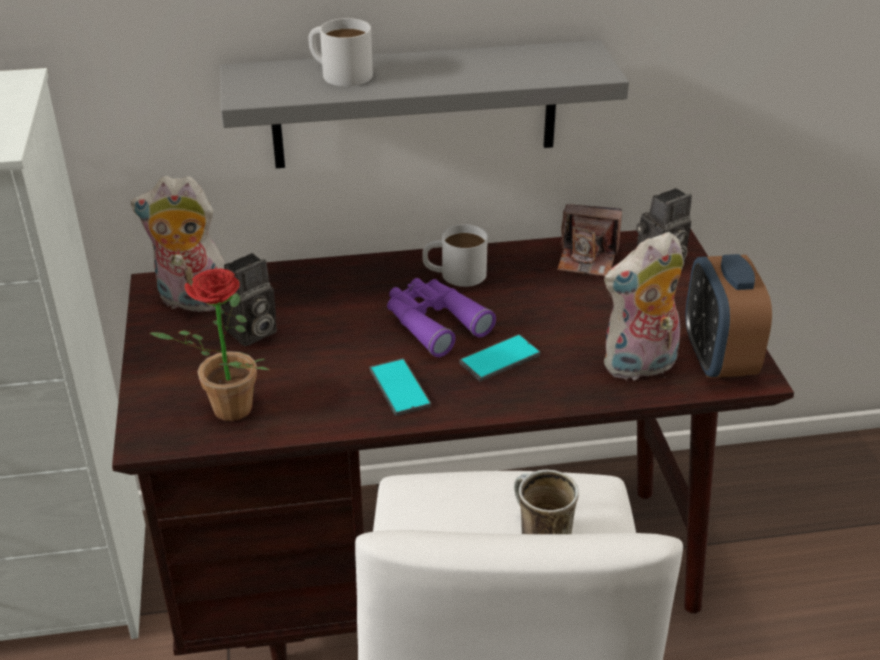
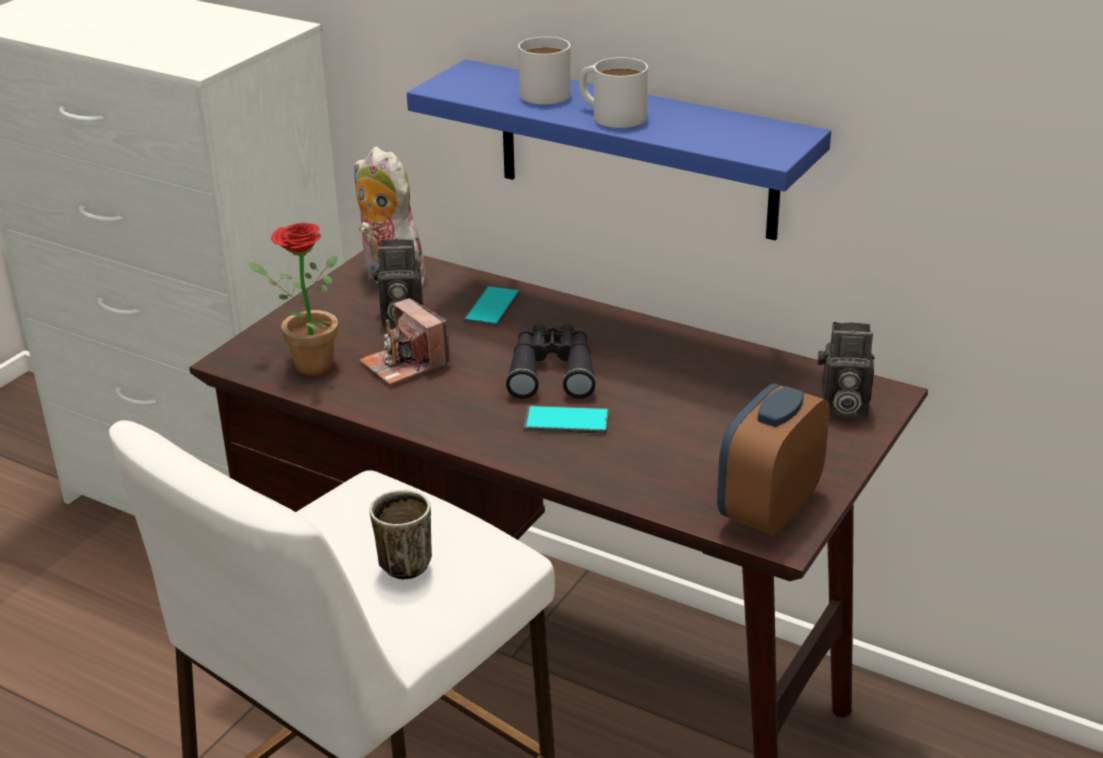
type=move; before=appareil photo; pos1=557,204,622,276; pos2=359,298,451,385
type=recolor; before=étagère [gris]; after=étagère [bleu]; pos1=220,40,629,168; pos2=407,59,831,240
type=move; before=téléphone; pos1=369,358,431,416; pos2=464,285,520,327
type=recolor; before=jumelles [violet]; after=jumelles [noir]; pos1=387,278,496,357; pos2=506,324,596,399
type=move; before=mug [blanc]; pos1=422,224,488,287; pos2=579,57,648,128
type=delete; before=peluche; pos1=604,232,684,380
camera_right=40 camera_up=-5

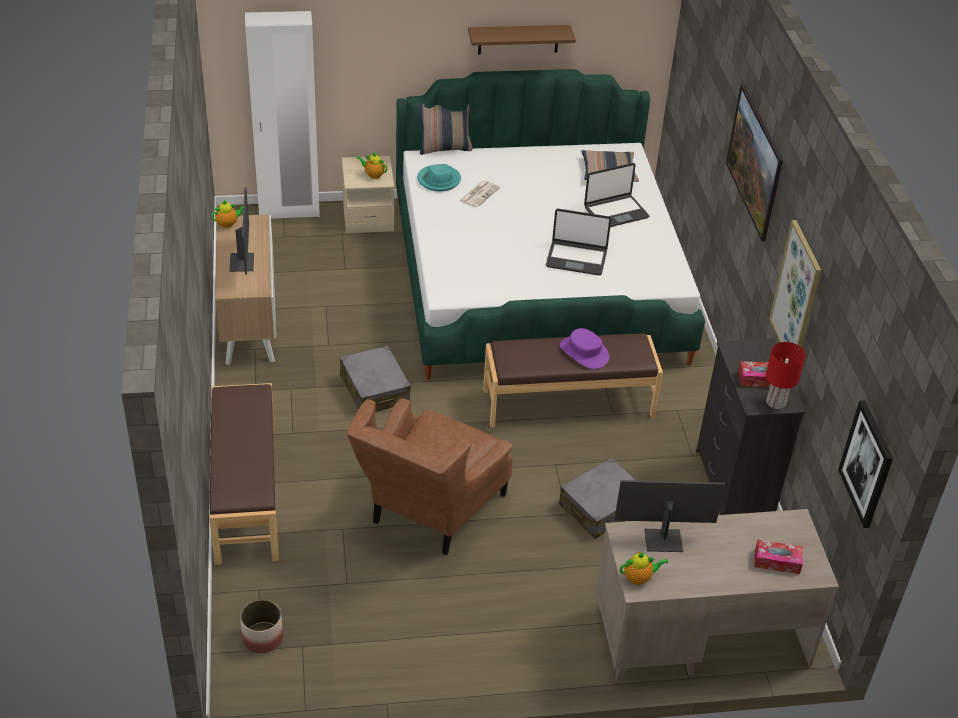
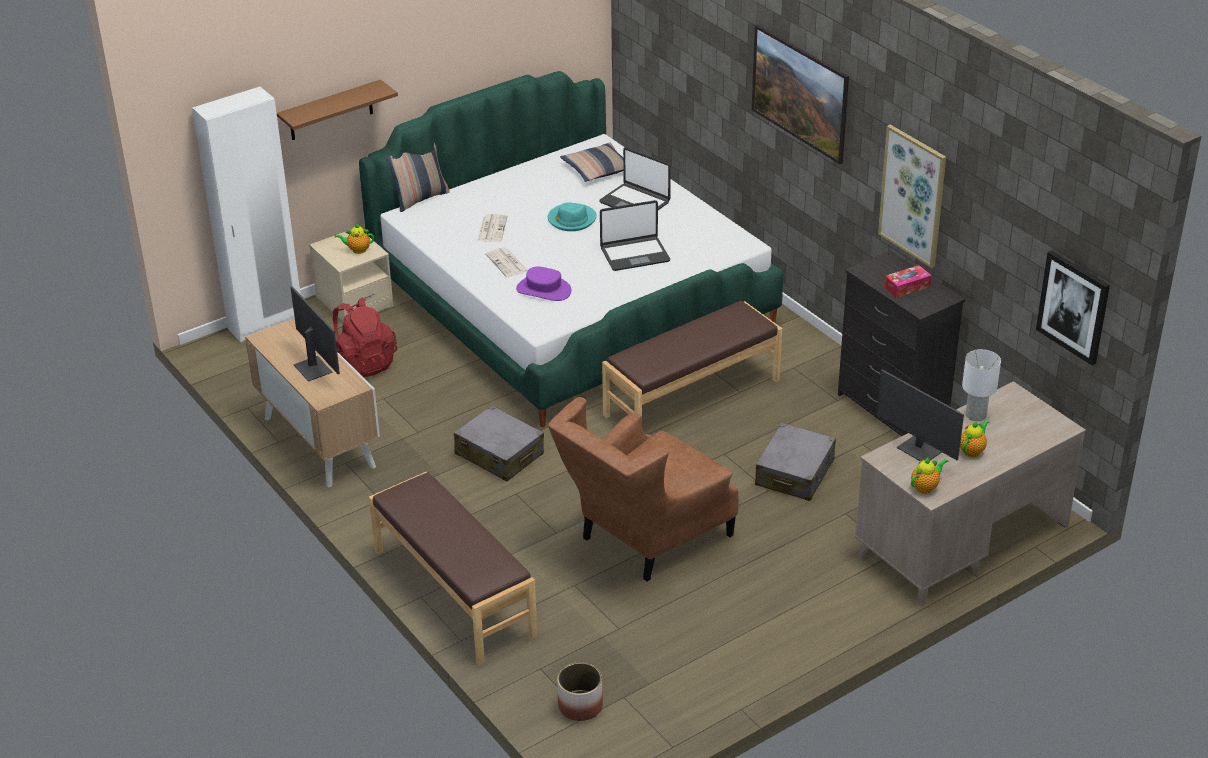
type=move; before=étagère [marron]; pos1=468,25,576,55; pos2=277,80,398,140
type=insert; after=sac à dos [rouge]; pos2=333,298,397,377
type=insert; after=journal; pos2=485,247,528,277
type=move; before=chapeau [violet]; pos1=560,328,609,369; pos2=516,267,572,301
type=move; before=chapeau [turquoise]; pos1=417,164,461,191; pos2=548,202,597,231
type=rotate; before=fauteuil [marron]; pos1=347,398,512,555; pos2=548,397,739,582; turn=45
type=rotate; before=ordinateur portable; pos1=584,163,649,227; pos2=599,148,671,210; turn=90
type=rotate; before=écran d'ordinateur; pos1=615,480,725,552; pos2=877,369,964,461; turn=-105
type=move; before=théière; pos1=211,199,244,228; pos2=960,420,989,457
type=insert; after=lampe de table [blanc]; pos2=962,349,1001,421
type=delete; before=boîte à mouchoirs; pos1=755,540,803,574
type=delete; before=lampe de table [rouge]; pos1=766,342,806,409
camera_right=-25 camera_up=-5

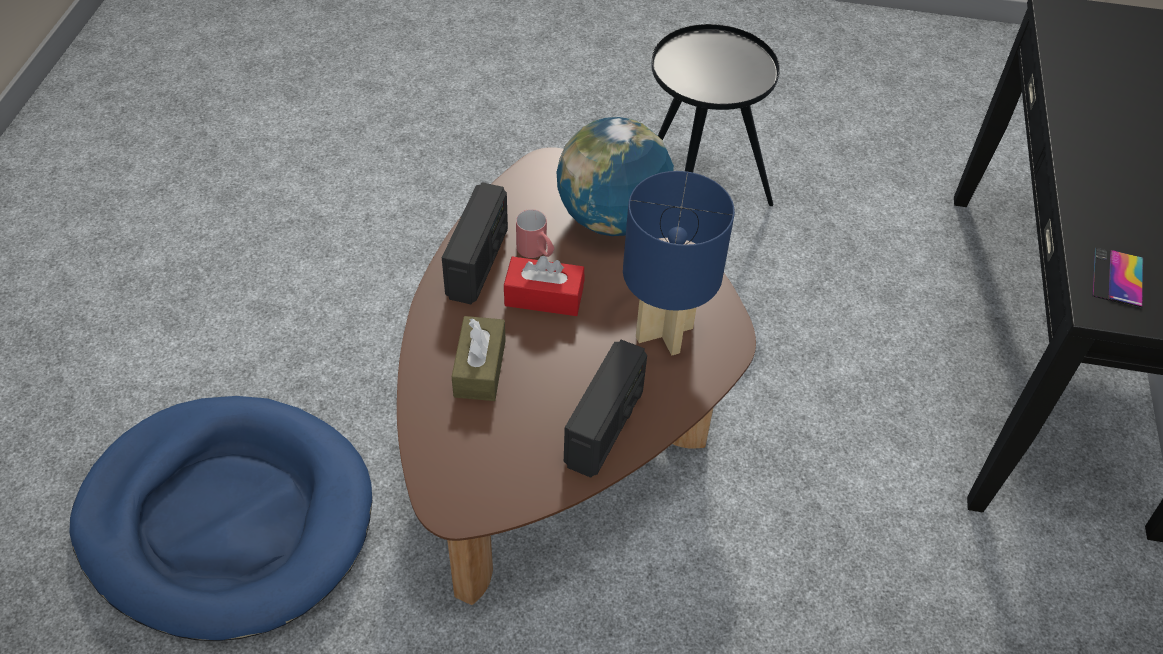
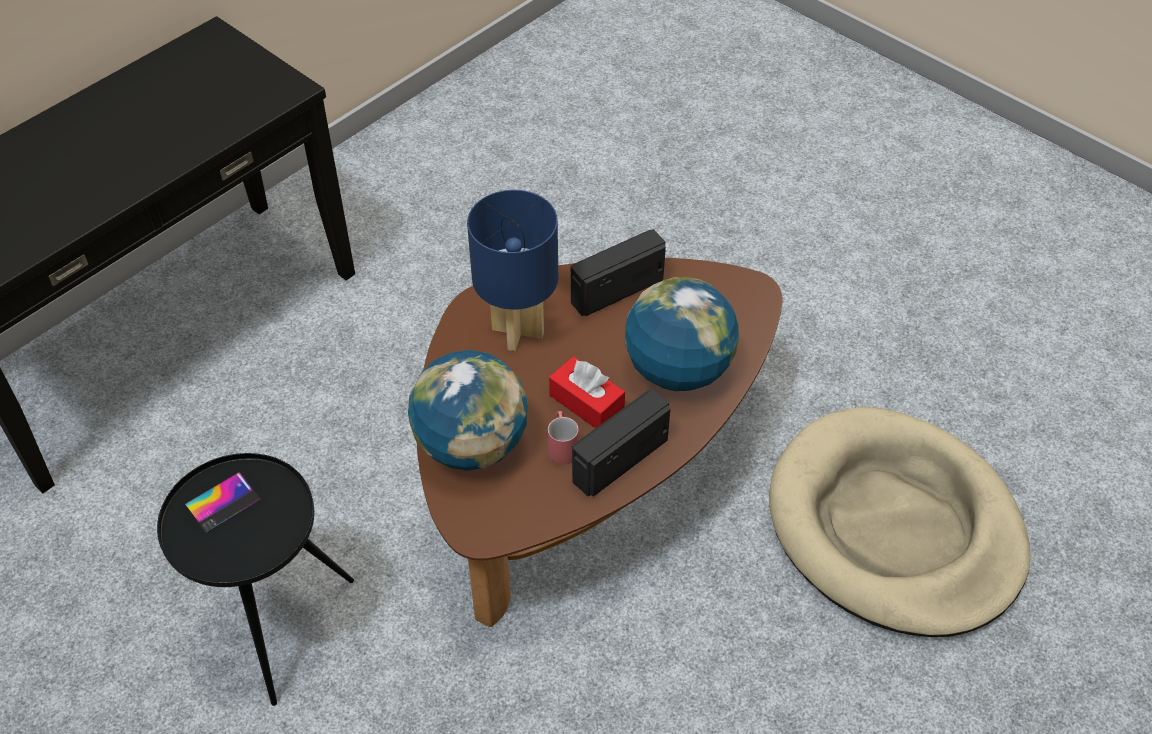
type=move; before=téléphone; pos1=1093,247,1143,308; pos2=185,472,261,533
type=replace; before=boîte à mouchoirs [marron]; after=globe; pos1=452,316,506,401; pos2=625,277,739,391
type=recolor; before=panier pour chien [bleu]; after=panier pour chien [beige]; pos1=69,396,372,641; pos2=769,407,1031,637
camera_right=-145 camera_up=0

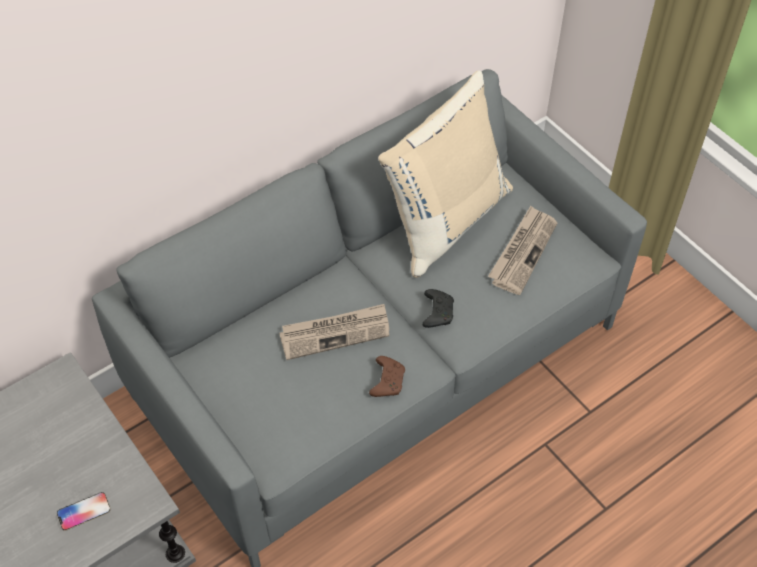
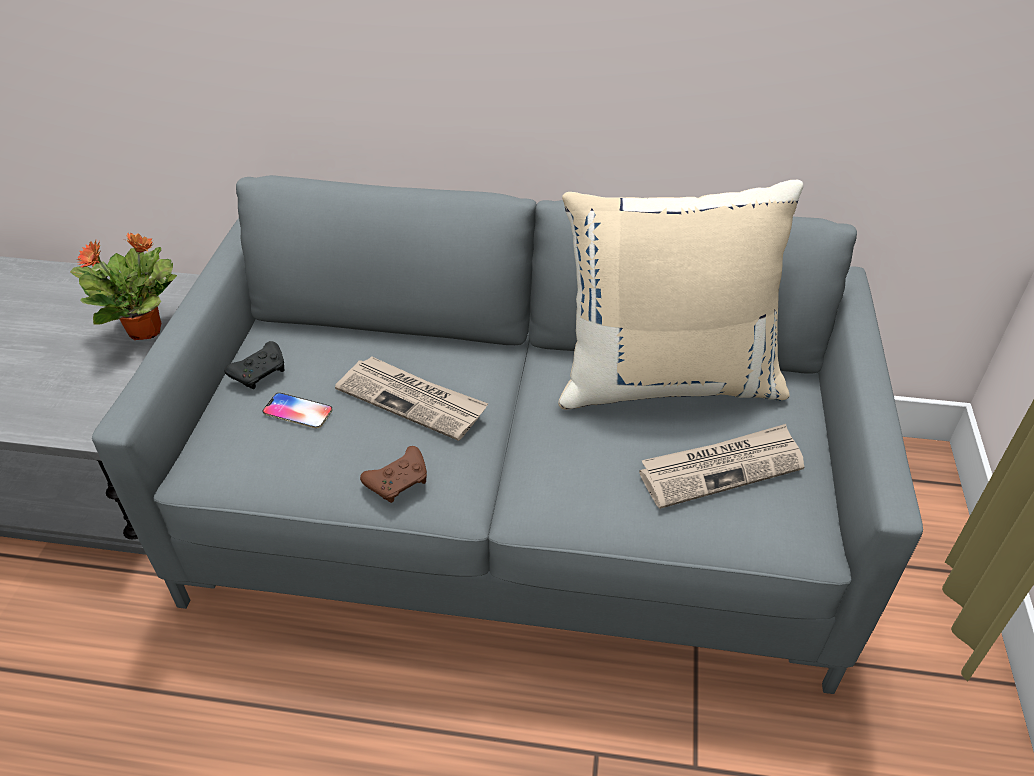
type=insert; after=plante en pot; pos2=70,232,177,340
type=move; before=manette [noir]; pos1=422,289,454,328; pos2=224,341,284,389
type=move; before=téléphone; pos1=57,492,111,531; pos2=263,393,333,428
camera_right=45 camera_up=-10

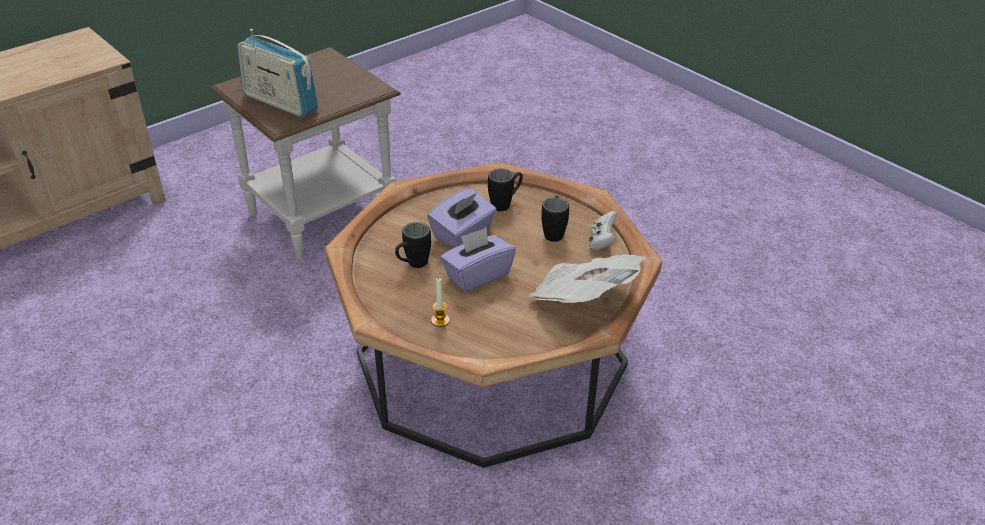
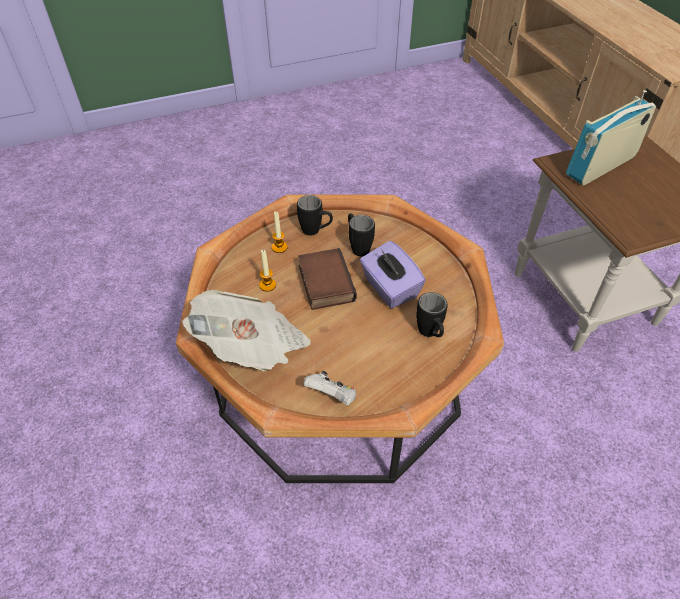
type=insert; after=bougie; pos2=259,250,276,292
type=move; before=mug [noir]; pos1=541,195,569,242; pos2=297,195,333,236
type=replace; before=boîte à mouchoirs [violet]; after=livre; pos1=440,227,516,293; pos2=298,248,357,310
camera_right=110 camera_up=10

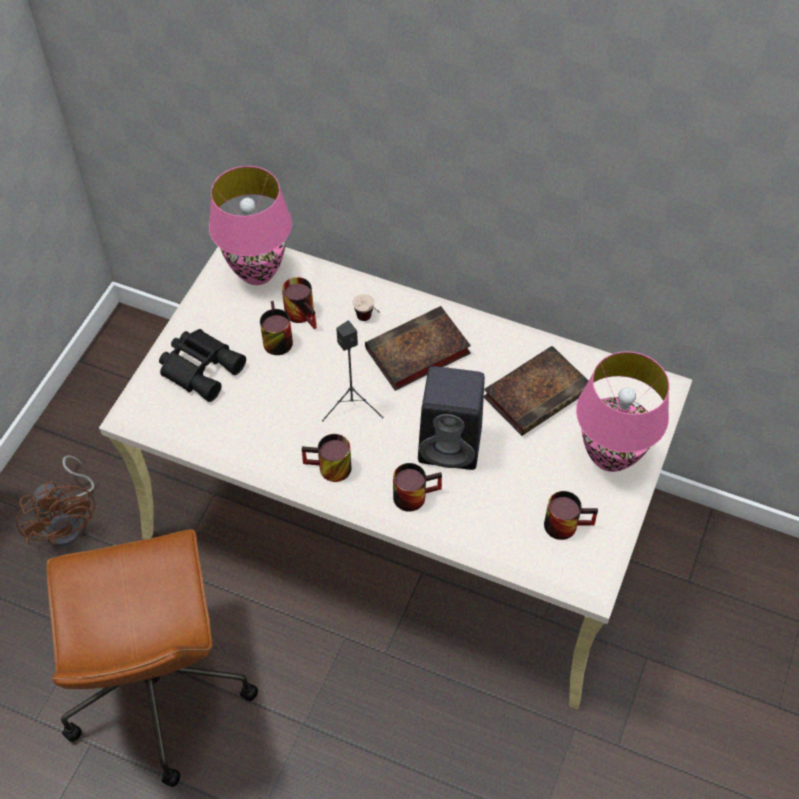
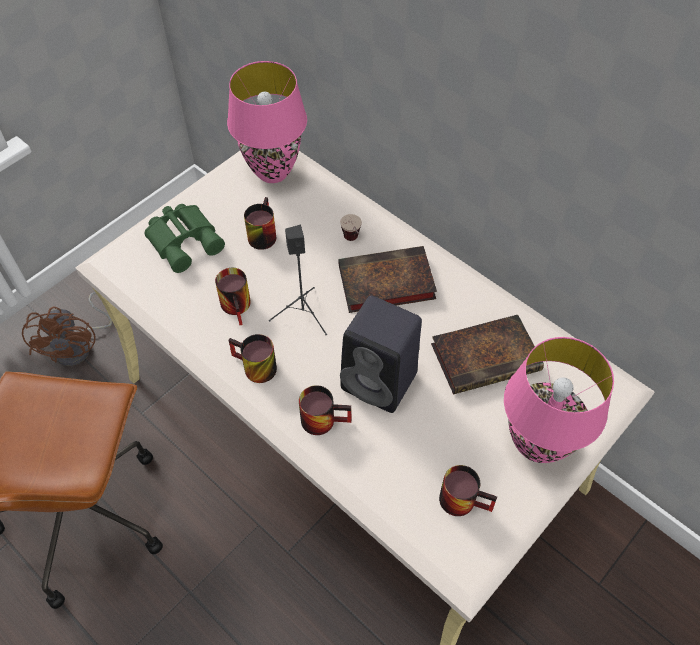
type=recolor; before=jumelles [noir]; after=jumelles [vert]; pos1=159,329,246,402; pos2=144,204,225,273
type=move; before=mug; pos1=282,277,317,329; pos2=215,268,251,325
camera_right=20 camera_up=0

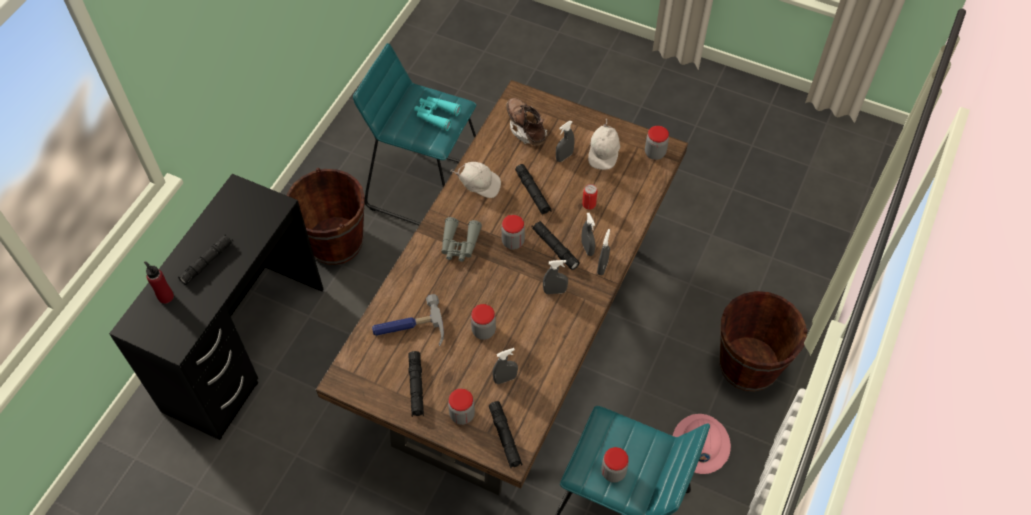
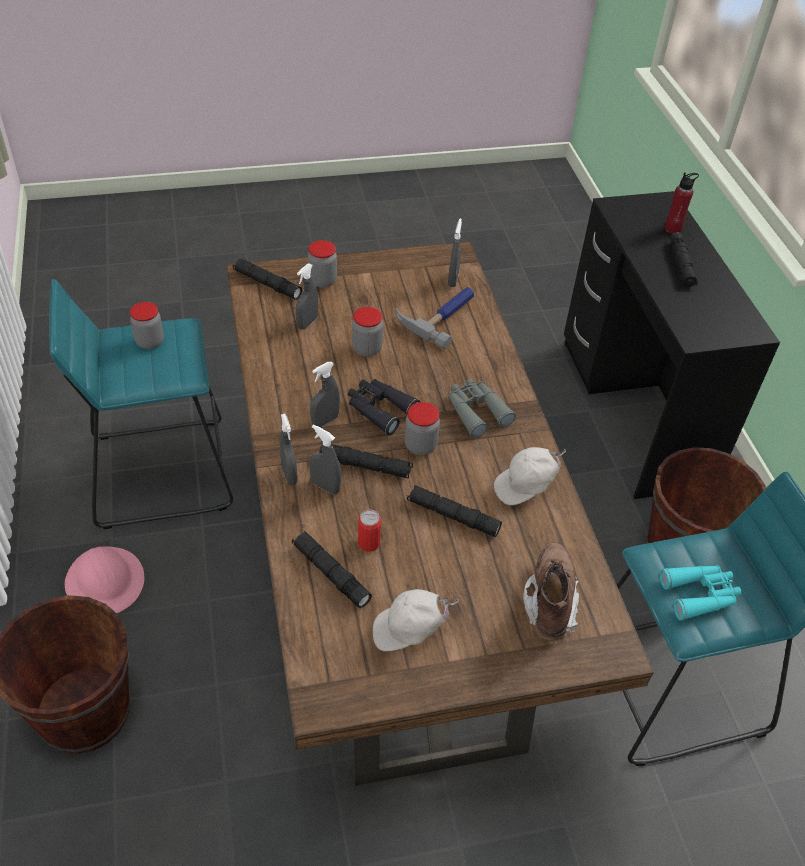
type=move; before=lampe de poche [noir]; pos1=408,351,424,417; pos2=292,531,372,608
type=insert; after=jumelles [noir]; pos2=348,379,420,435
type=rotate; before=casquette [blanc]; pos1=588,119,620,170; pos2=372,589,459,651; turn=-75
type=move; before=vaporisateur [gris]; pos1=556,121,575,162; pos2=448,218,462,287
type=rotate; before=botte [marron]; pos1=506,98,547,146; pos2=523,543,579,641; turn=-105
type=delete; before=bocal; pos1=645,126,669,160
camera_right=140 camera_up=-10

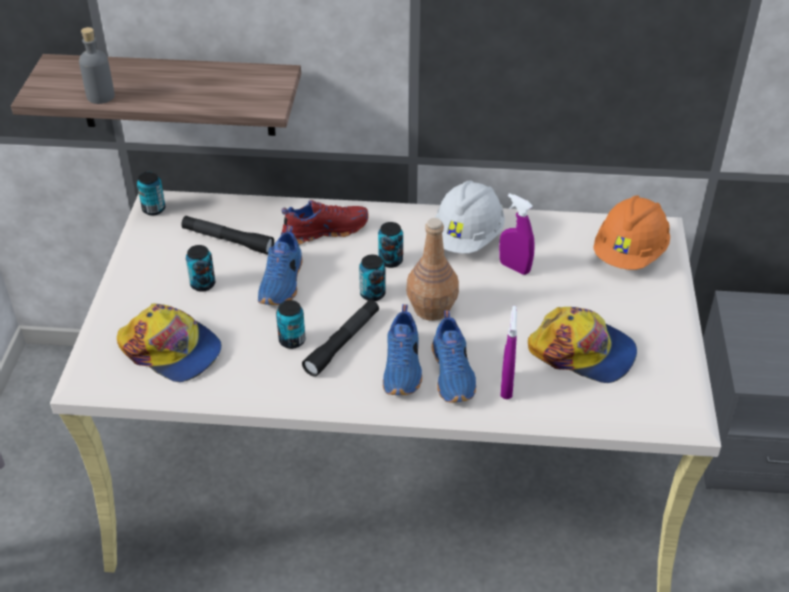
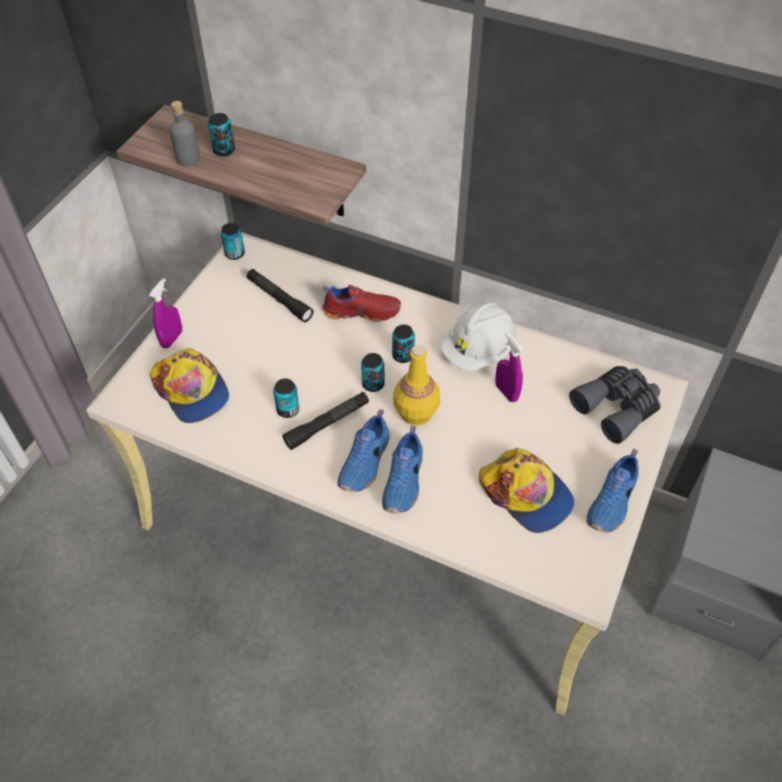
type=move; before=vaporisateur [violet]; pos1=500,306,517,399; pos2=149,278,182,348
type=move; before=boîte métallique; pos1=186,245,215,292; pos2=208,113,235,157
type=recolor; before=bouteille [marron]; after=bouteille [jaune]; pos1=406,218,459,321; pos2=393,344,440,425
type=replace; before=casque de chantier [orange]; after=jumelles [gris]; pos1=593,196,670,270; pos2=569,366,661,444
type=move; before=chaussure [bleu]; pos1=258,225,302,305; pos2=586,449,639,532
camera_right=20 camera_up=10

